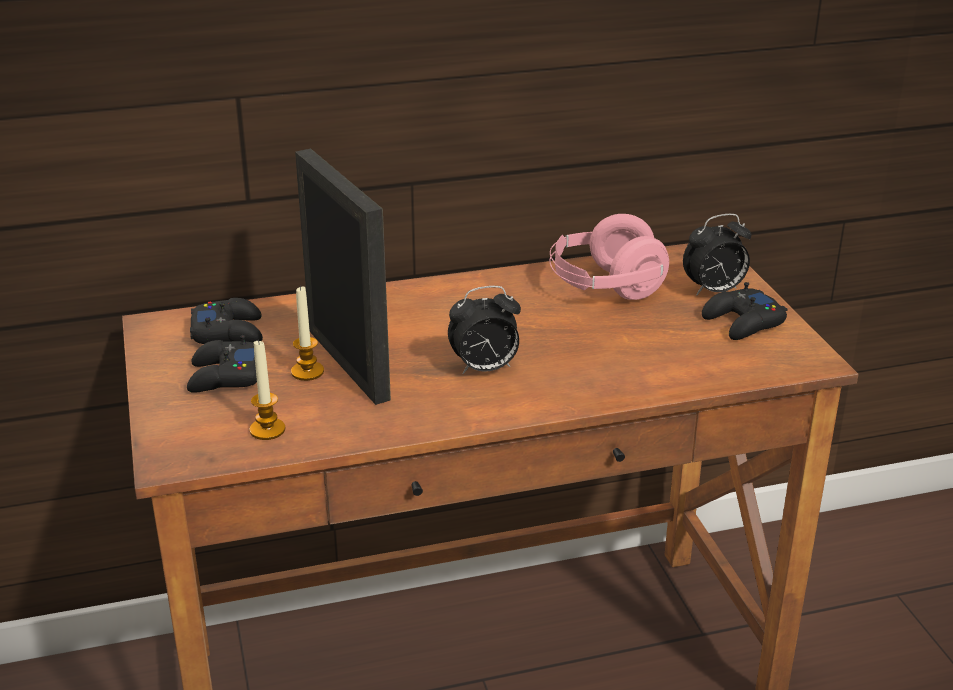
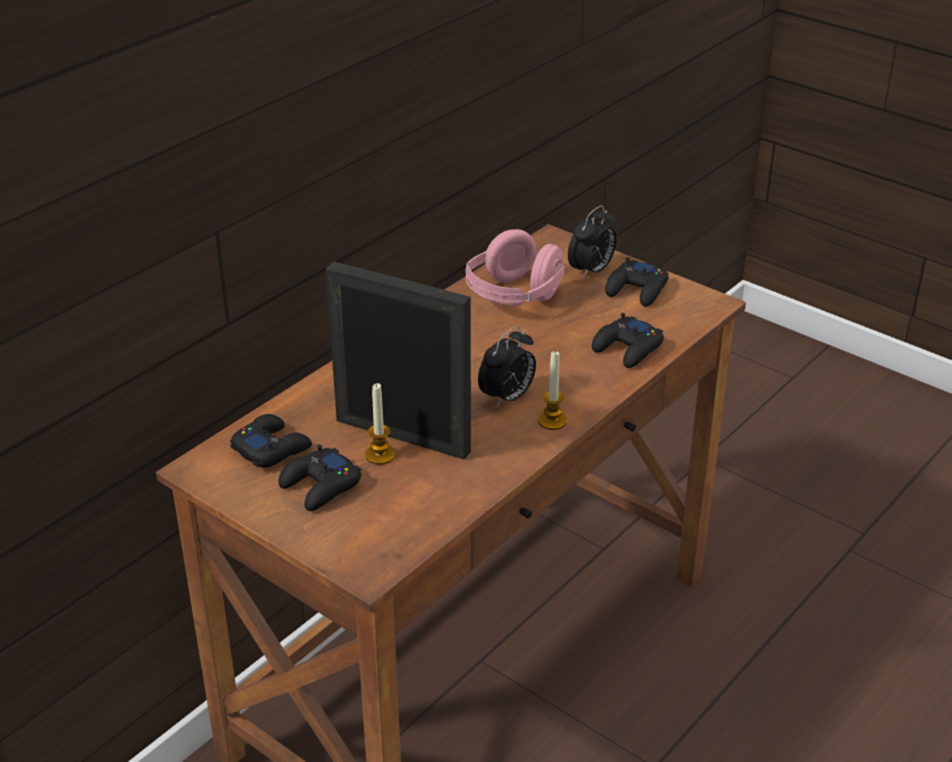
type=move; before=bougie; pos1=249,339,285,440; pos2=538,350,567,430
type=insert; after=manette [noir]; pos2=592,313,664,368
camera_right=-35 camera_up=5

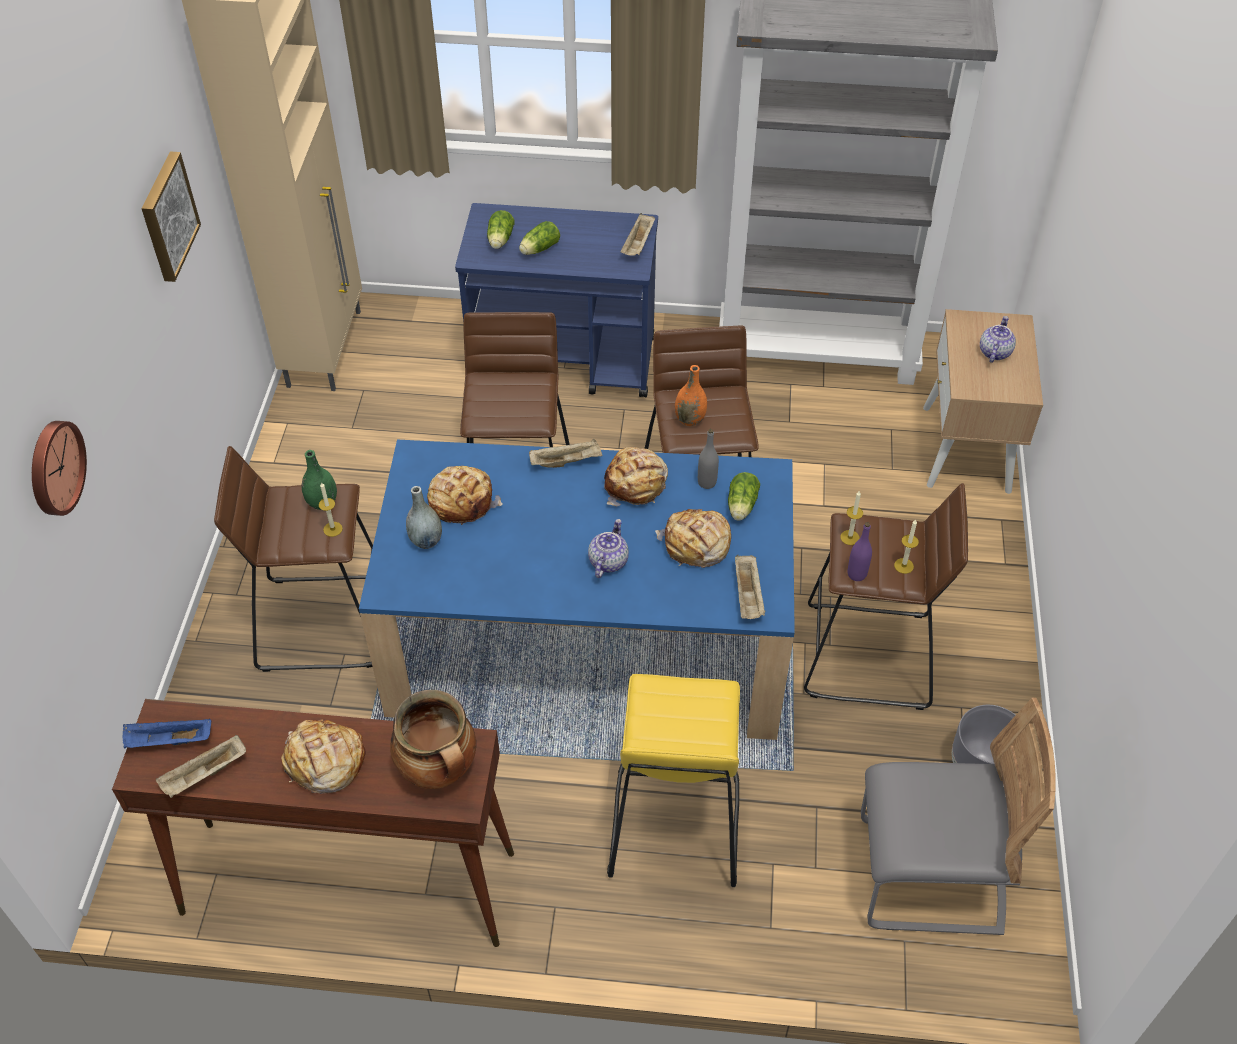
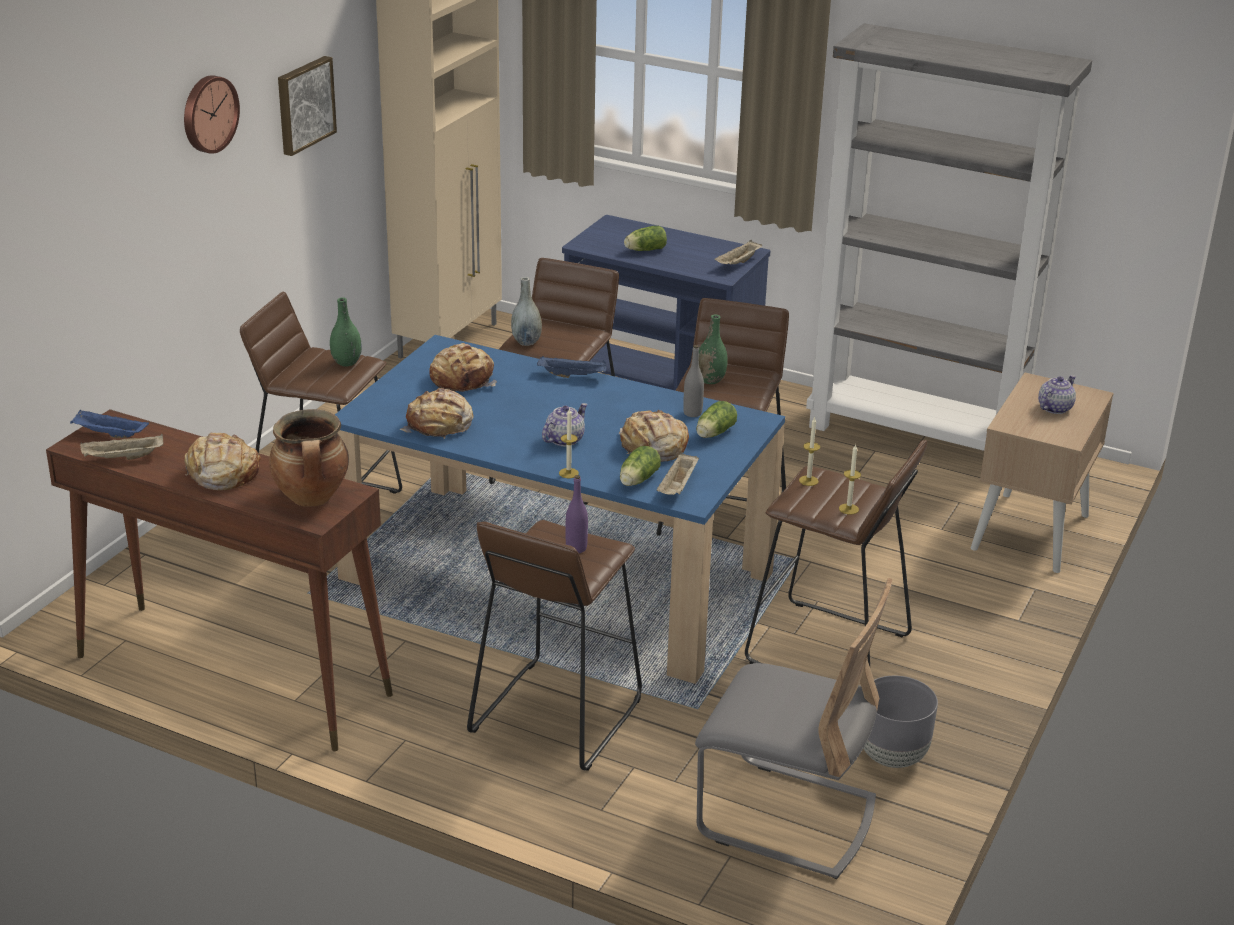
type=move; before=horloge murale; pos1=32,421,87,516; pos2=184,75,240,154
type=move; before=pain; pos1=604,447,668,506; pos2=400,388,473,439
type=recolor; before=tabouret [jaune]; after=tabouret [marron]; pos1=607,674,740,887; pos2=467,520,642,771
type=move; before=vase [gris]; pos1=406,486,442,549; pos2=511,277,542,346
type=recolor; before=plateau [beige]; after=plateau [bleu]; pos1=529,439,603,468; pos2=537,356,606,378
type=move; before=bougie; pos1=319,482,343,537; pos2=559,408,579,478
type=move; before=bouteille [violet]; pos1=848,522,872,581; pos2=566,475,588,553
type=move; before=laitue; pos1=487,210,515,249; pos2=620,446,661,486
type=recolor; before=vase [orange]; after=vase [vert]; pos1=675,365,707,426; pos2=699,314,728,384
camera_right=20 camera_up=-20

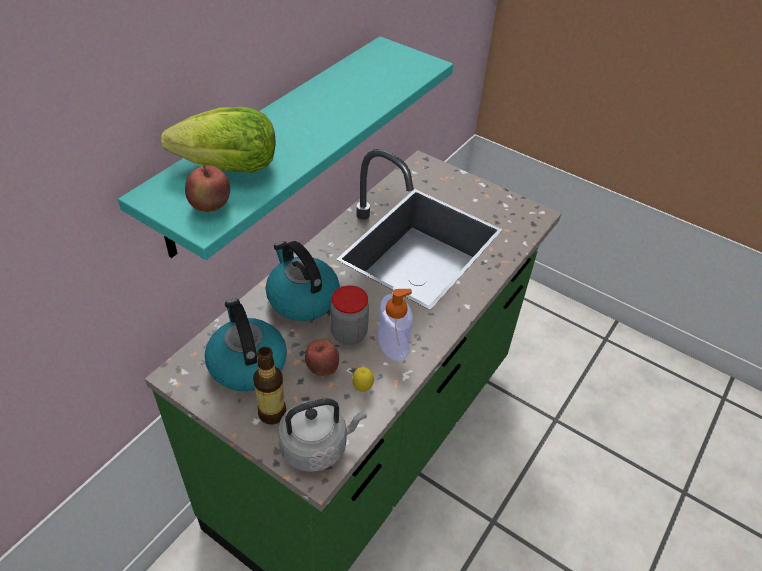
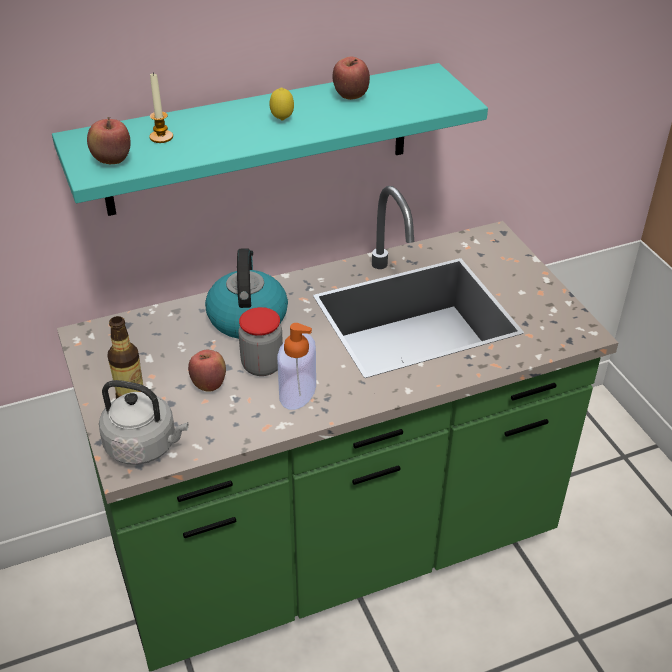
type=replace; before=laitue; after=bougie; pos1=161,107,275,173; pos2=150,73,173,143
type=move; before=citron; pos1=352,367,374,392; pos2=269,88,294,121
type=insert; after=pomme; pos2=332,57,370,100
type=delete; before=bouilloire; pos1=205,299,287,391
camera_right=35 camera_up=-5

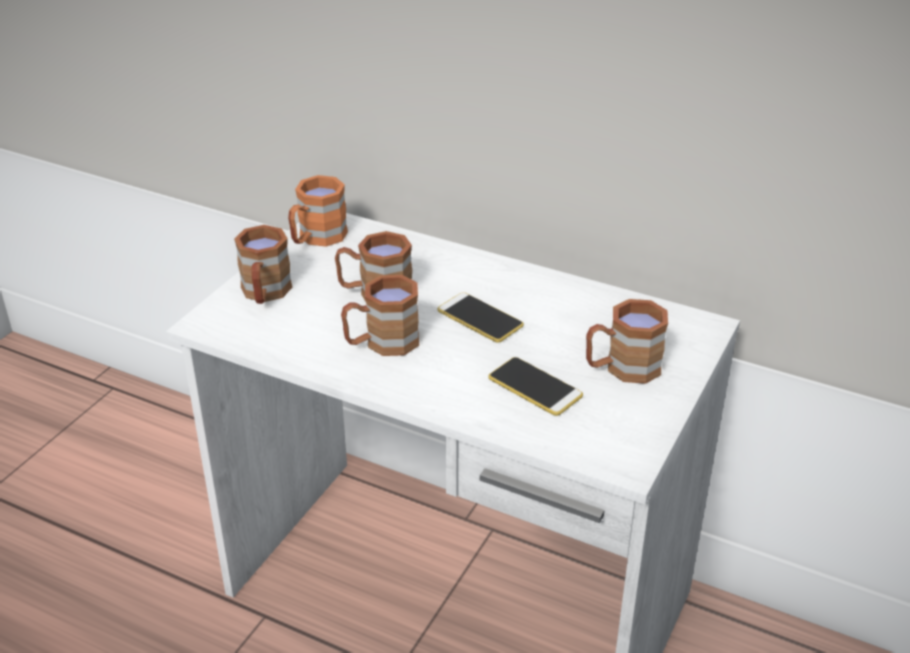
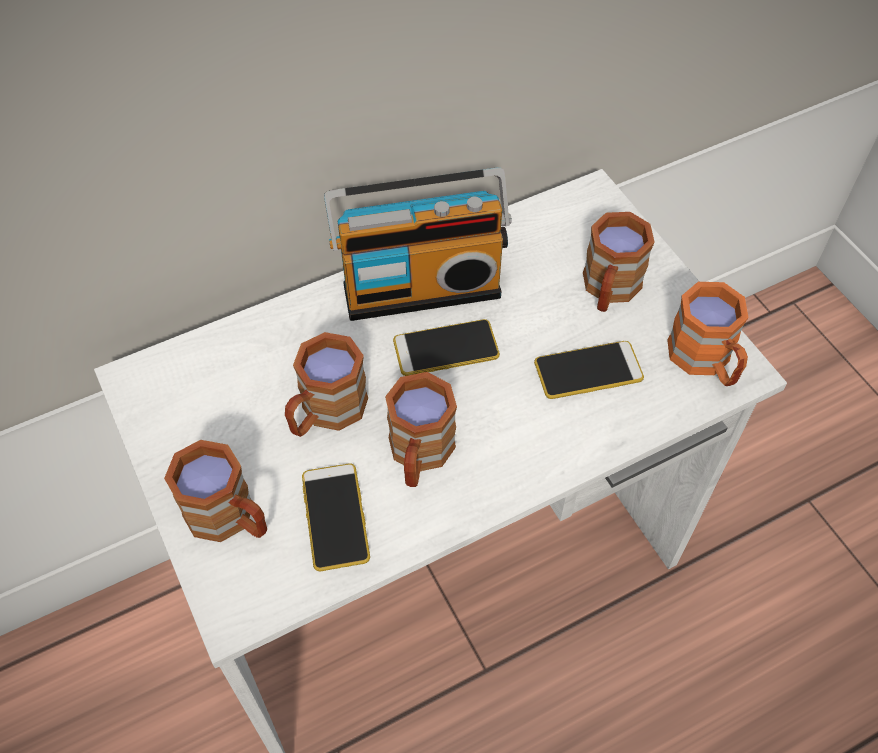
type=insert; after=téléphone; pos2=302,463,370,571
type=insert; after=radio; pos2=324,168,512,321
type=move; before=mug [orange]; pos1=288,175,348,247; pos2=667,282,748,386
camera_right=-55 camera_up=20

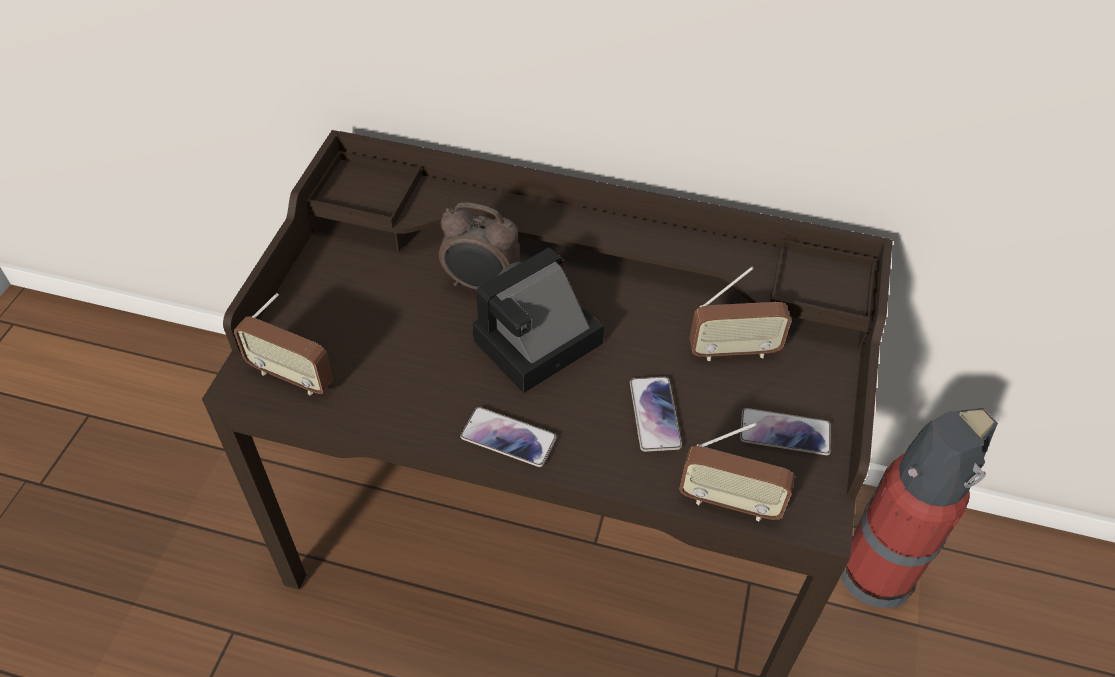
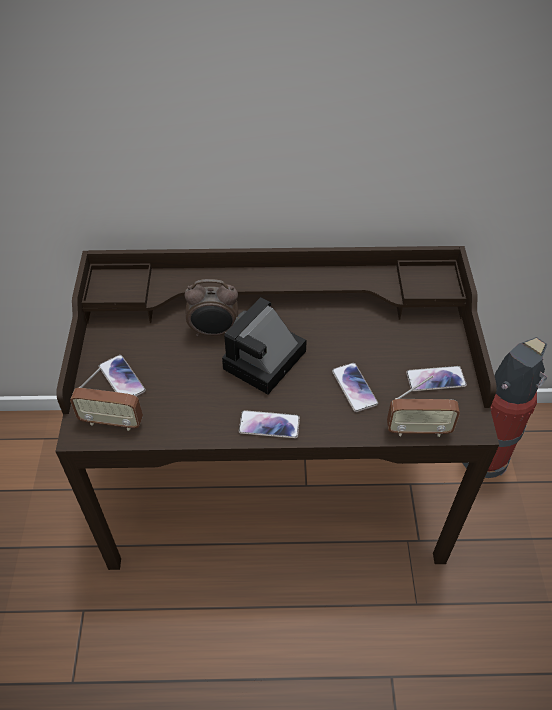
type=insert; after=téléphone; pos2=99,355,146,396
type=delete; before=radio; pos1=689,267,791,361
camera_right=-15 camera_up=0

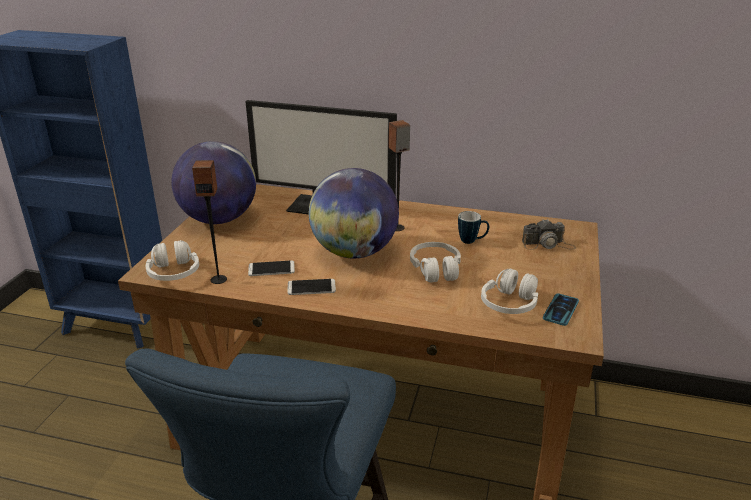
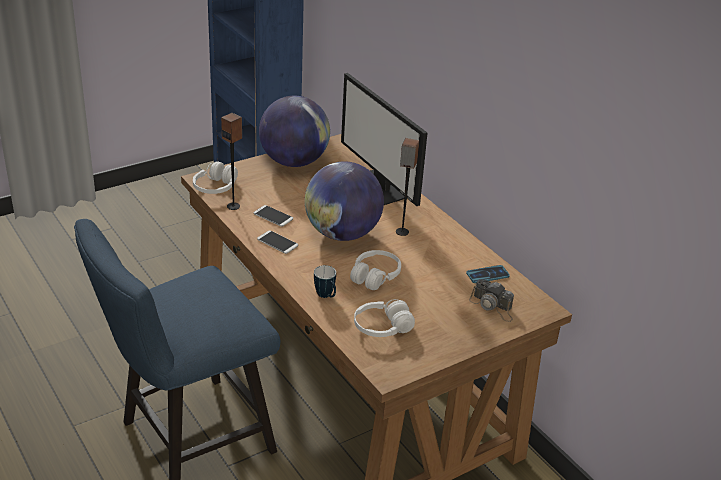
type=move; before=mug; pos1=458,211,489,244; pos2=314,265,336,298
type=move; before=téléphone; pos1=543,293,579,326; pos2=466,265,510,283
camera_right=40 camera_up=5

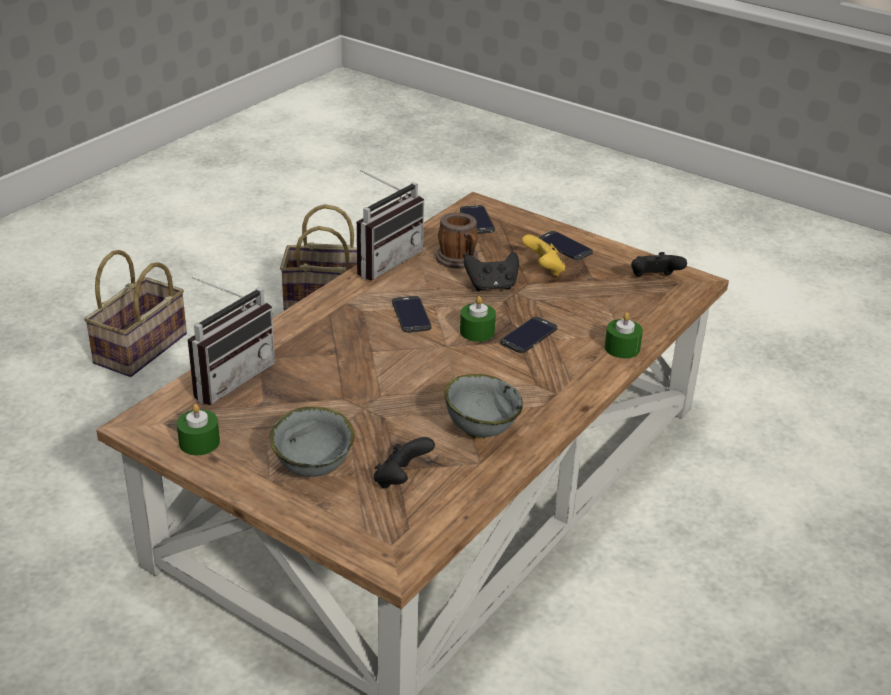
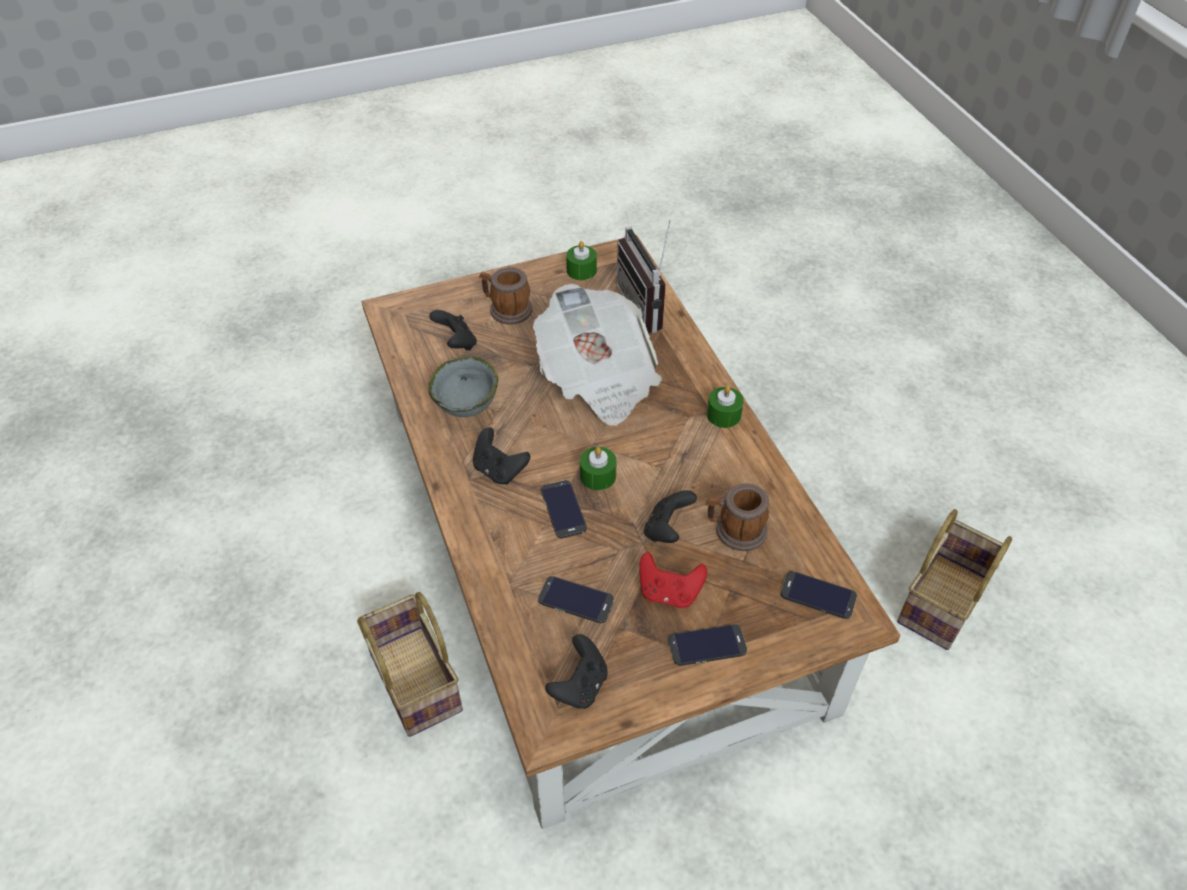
type=move; before=panier; pos1=84,250,187,377; pos2=357,592,463,737
type=insert; after=manette [noir]; pos2=473,428,530,485
type=replace; before=bol [gris]; after=mug; pos1=269,407,355,477; pos2=479,267,532,325
type=insert; after=journal; pos2=533,283,662,426
type=move; before=téléphone; pos1=392,296,431,333; pos2=538,576,614,623
type=recolor; before=manette [jaune]; after=manette [rouge]; pos1=522,234,565,277; pos2=639,552,707,608
type=move; before=bougie [vert]; pos1=605,312,643,358; pos2=707,386,744,428
type=delete; before=radio; pos1=357,170,424,280
camera_right=125 camera_up=15

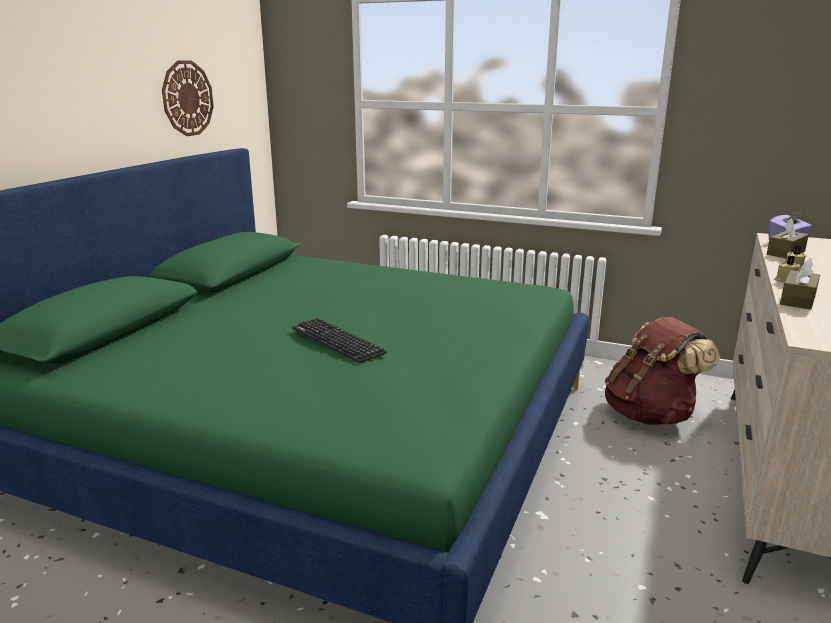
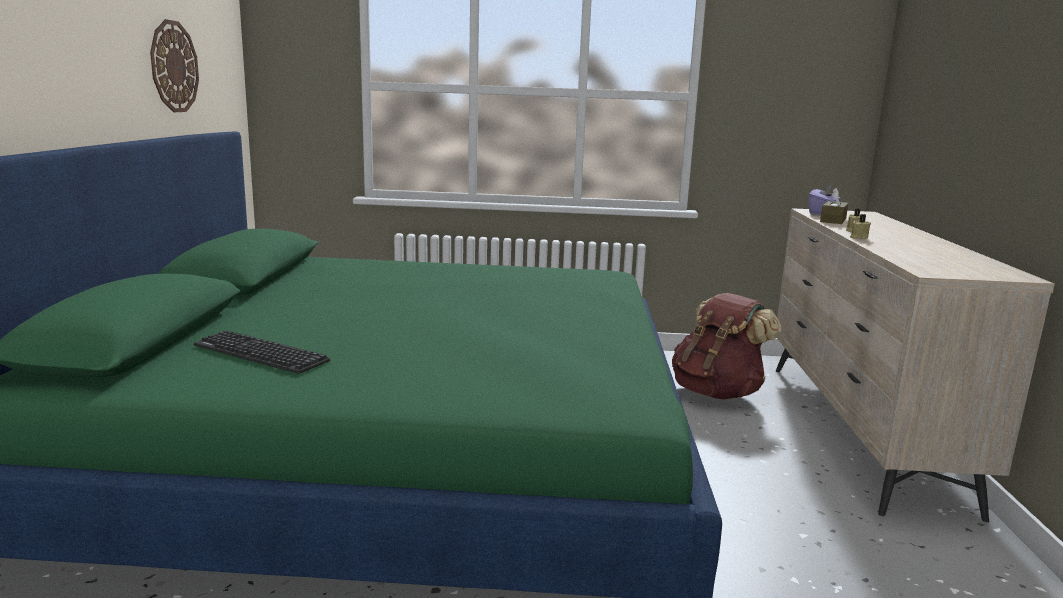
type=move; before=clavier; pos1=292,318,387,363; pos2=194,330,330,374
type=delete; before=boîte à mouchoirs [marron]; pos1=780,258,820,310
camera_right=-20 camera_up=-5

